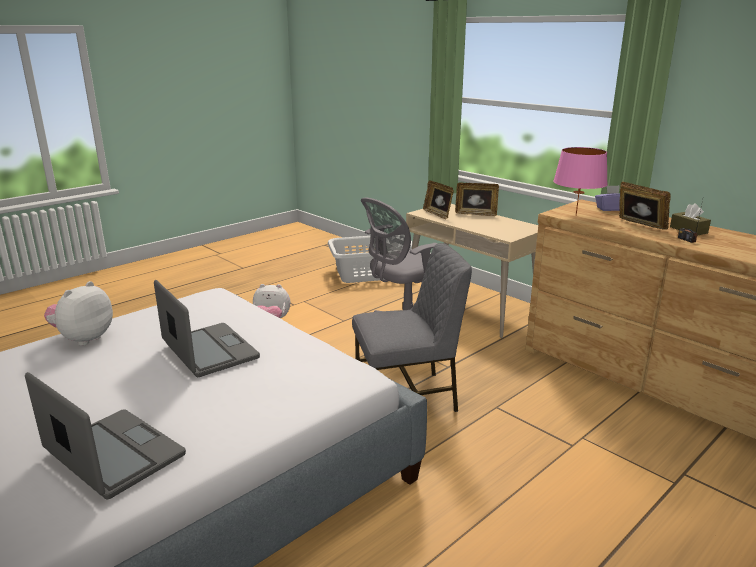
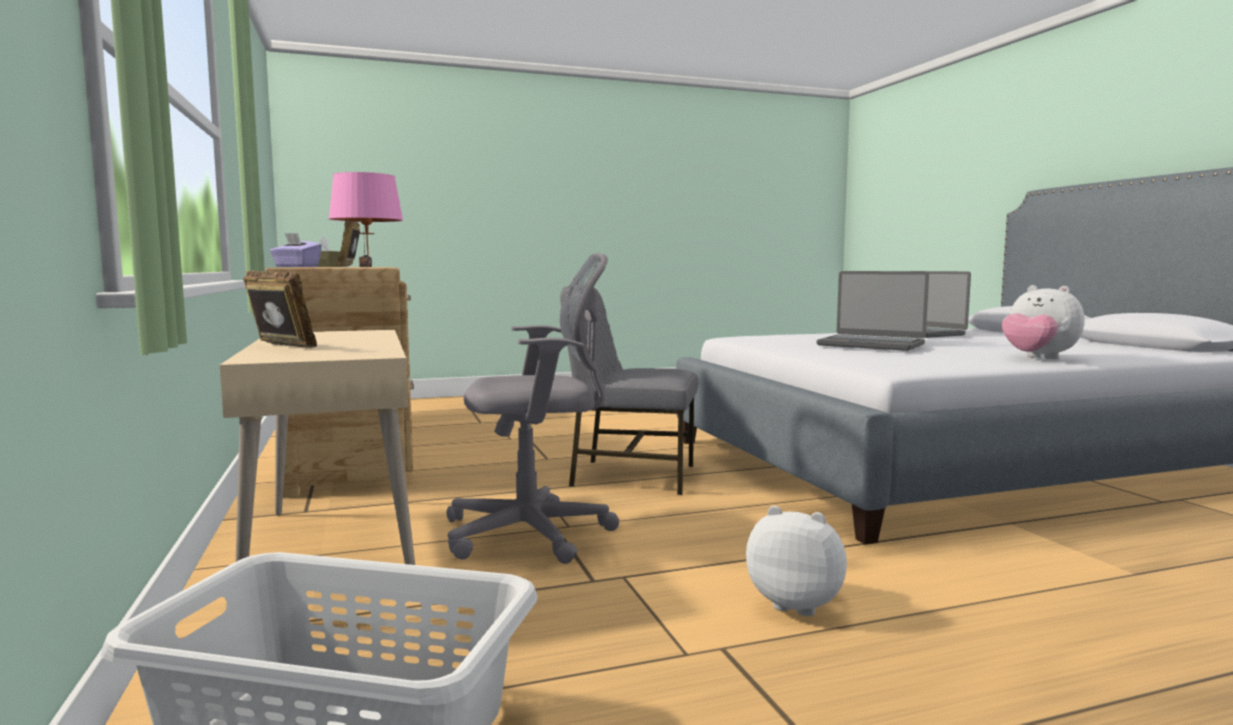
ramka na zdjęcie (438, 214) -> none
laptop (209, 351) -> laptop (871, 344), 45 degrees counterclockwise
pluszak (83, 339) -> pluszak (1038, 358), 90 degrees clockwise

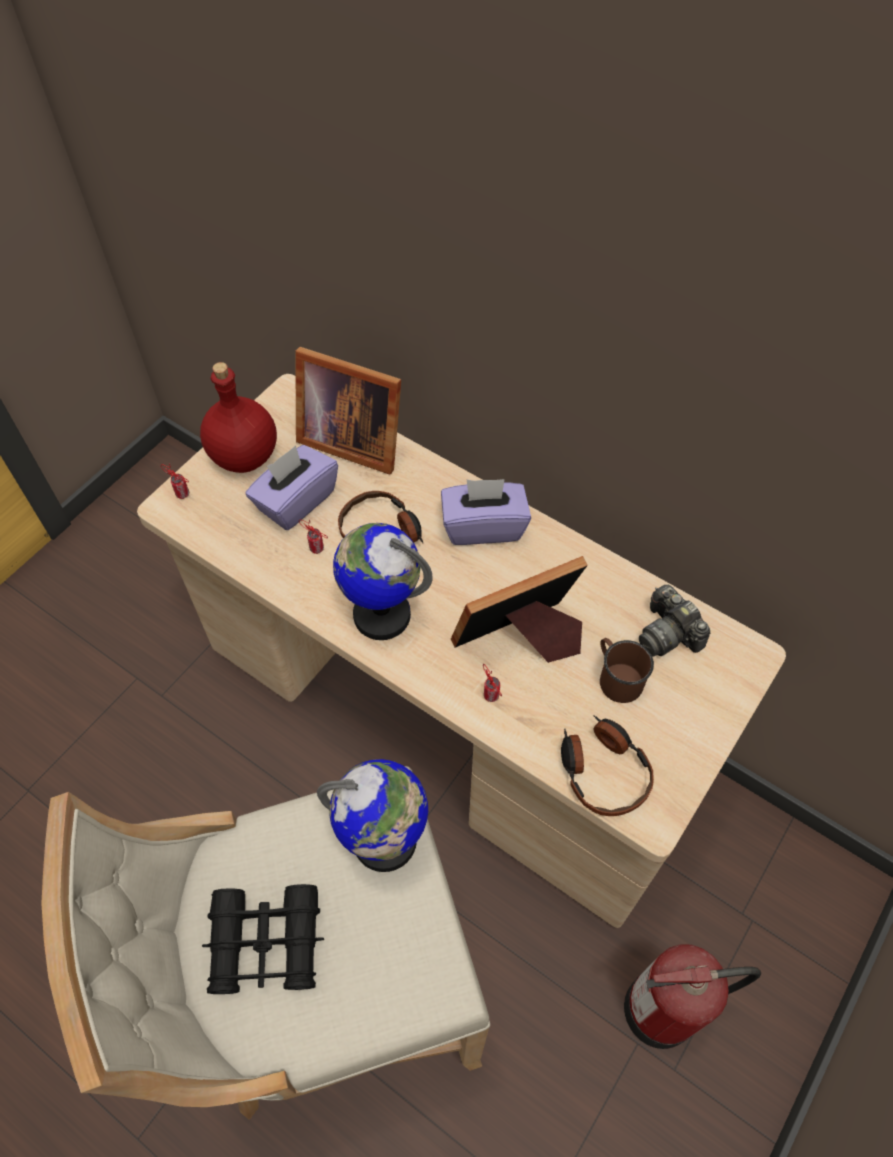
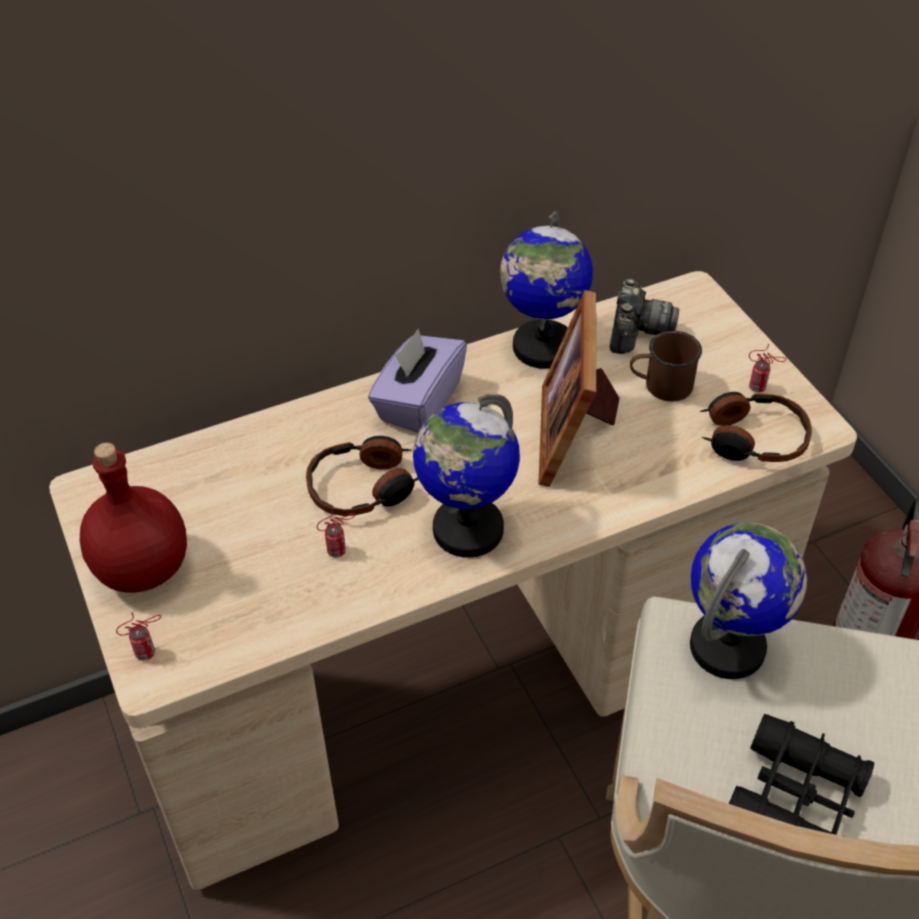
ramka na zdjęcie (350, 439) -> none
pudełko chusteczek (fioletowy) (296, 501) -> none
aparat fotograficzny (668, 633) -> aparat fotograficzny (637, 331), 75 degrees counterclockwise
puszka (492, 697) -> puszka (759, 387), moved
none -> globus (542, 347)

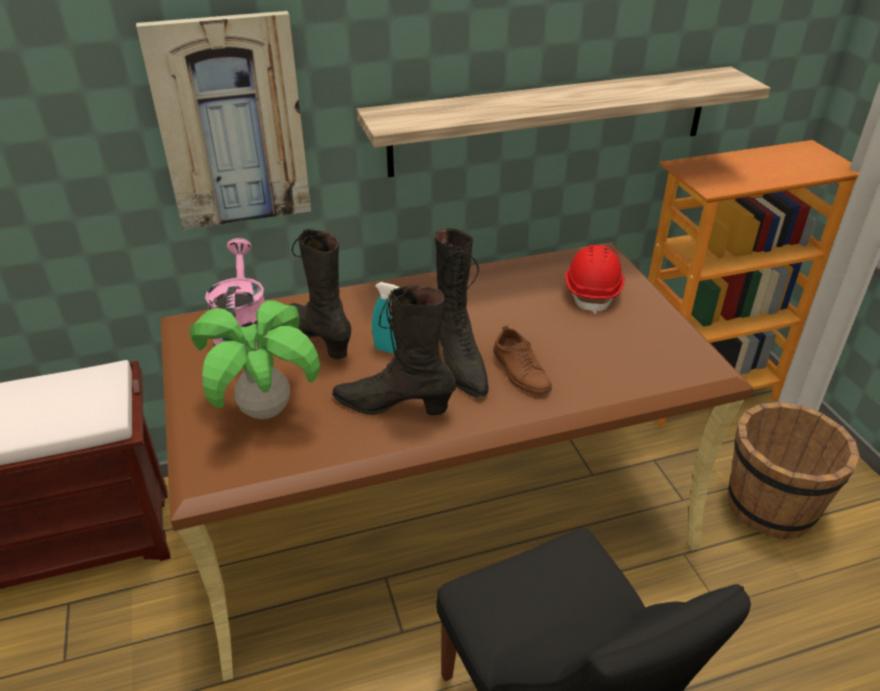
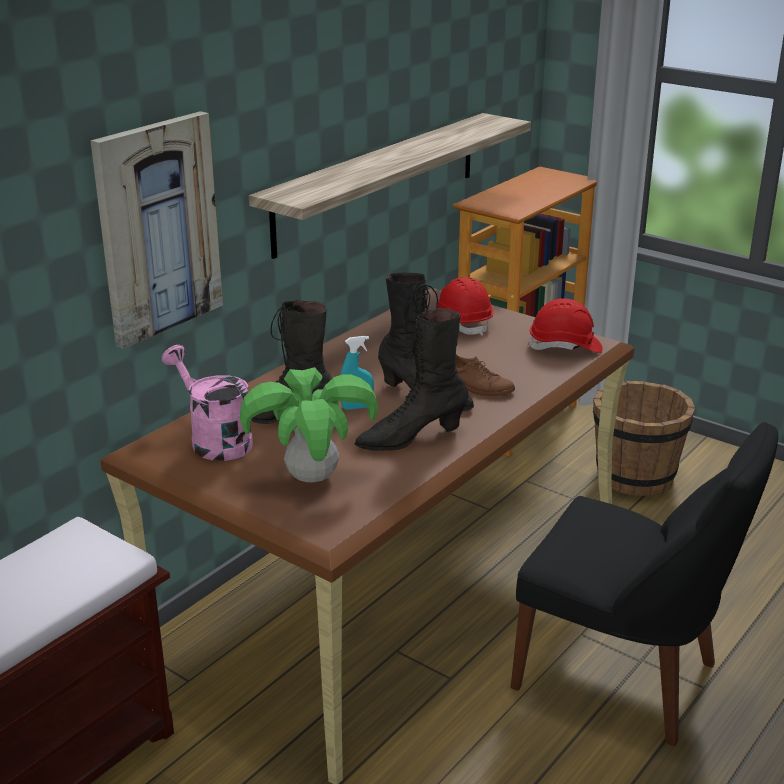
none -> kask (czerwony) (565, 347)

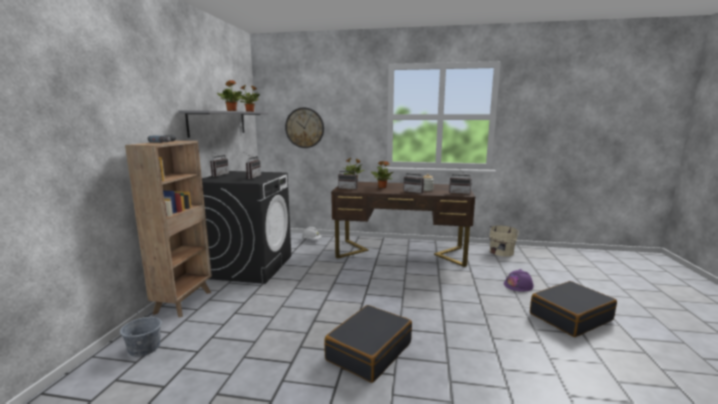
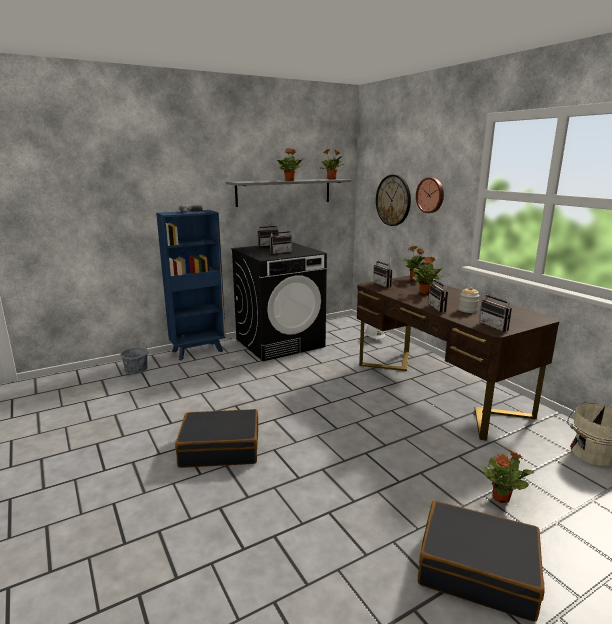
regał (brązowy) (184, 302) -> regał (niebieski) (198, 351)
kask (fioletowy) (518, 285) -> roślina doniczkowa (501, 498)
none -> zegar ścienny (430, 195)

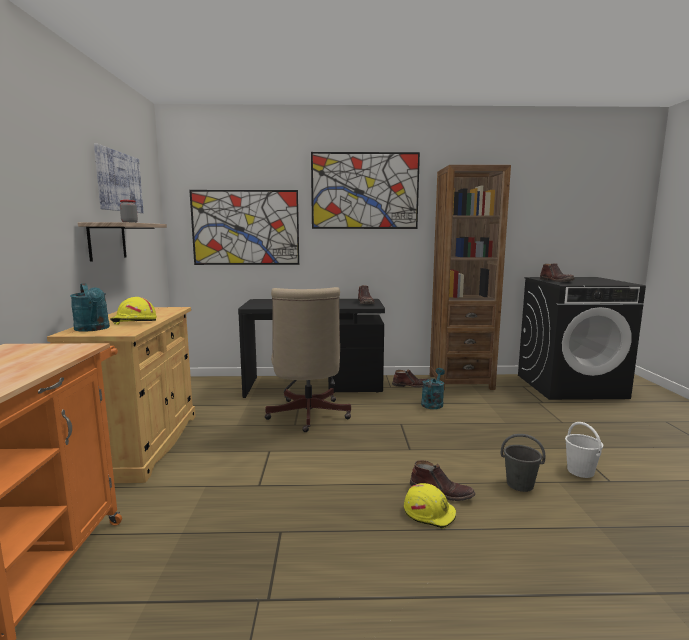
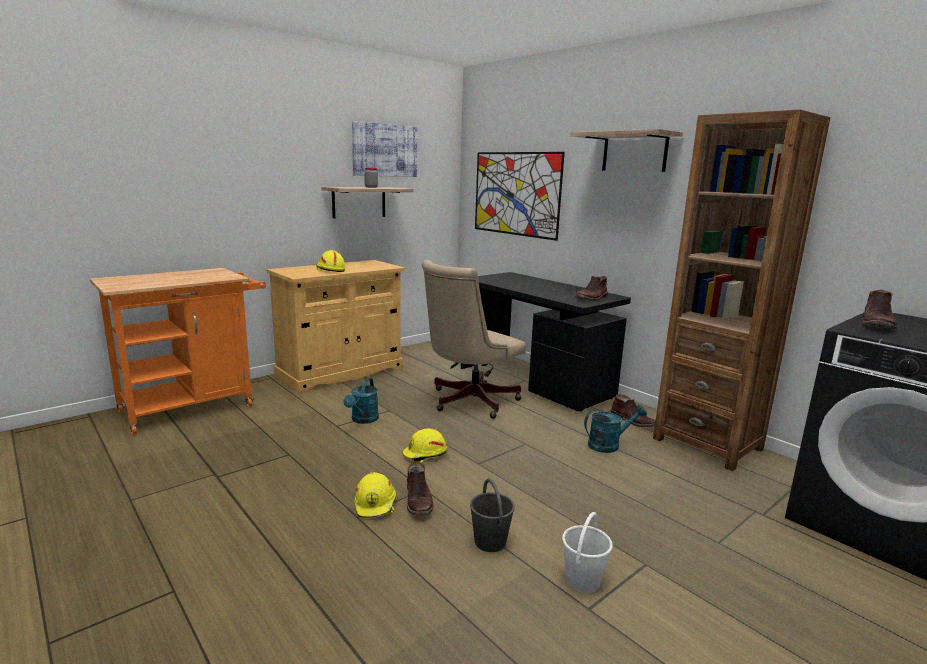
obraz (365, 191) -> półka (634, 152)
konewka (turkusowy) (93, 329) -> konewka (turkusowy) (363, 420), moved
none -> kask (żółty) (424, 454)

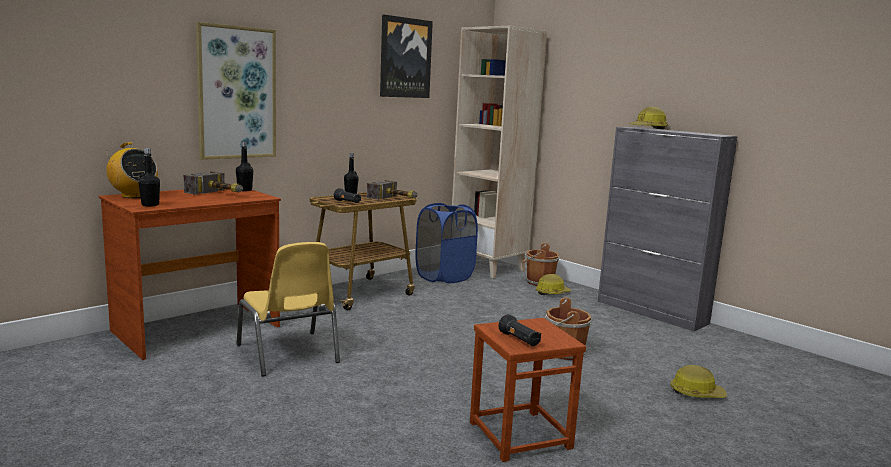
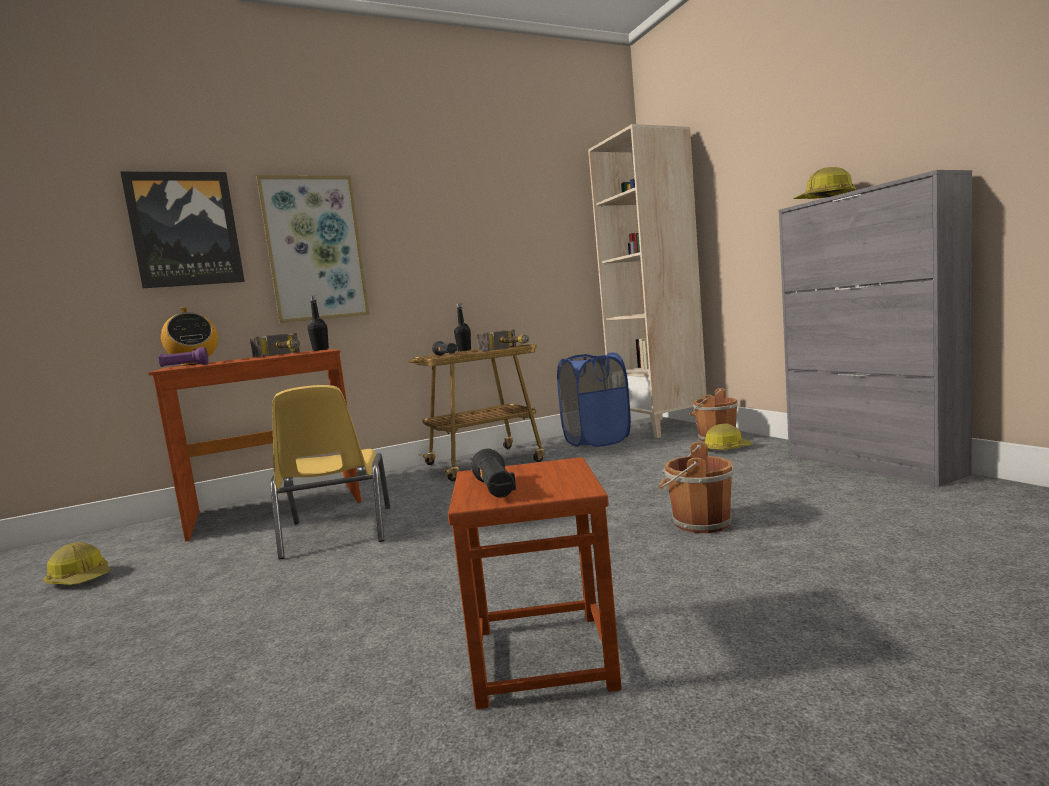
obraz (405, 58) -> obraz (185, 229), moved
butelka (czarny) (150, 205) -> latarka (fioletowy) (184, 366)
kask (696, 393) -> kask (81, 579), moved

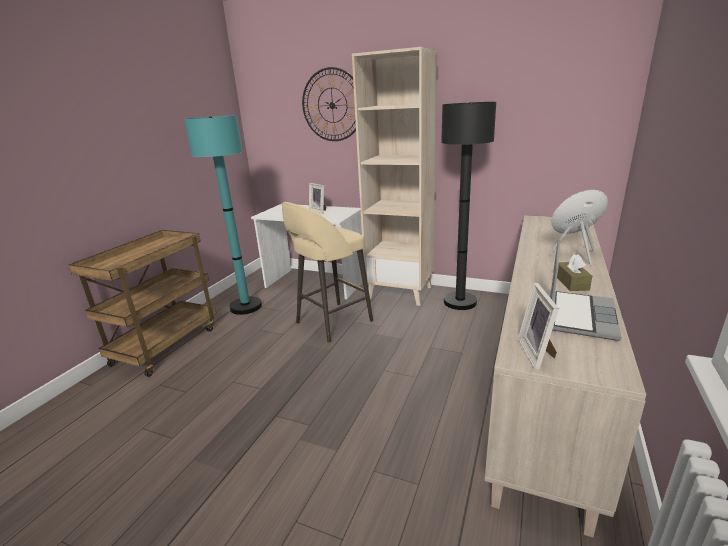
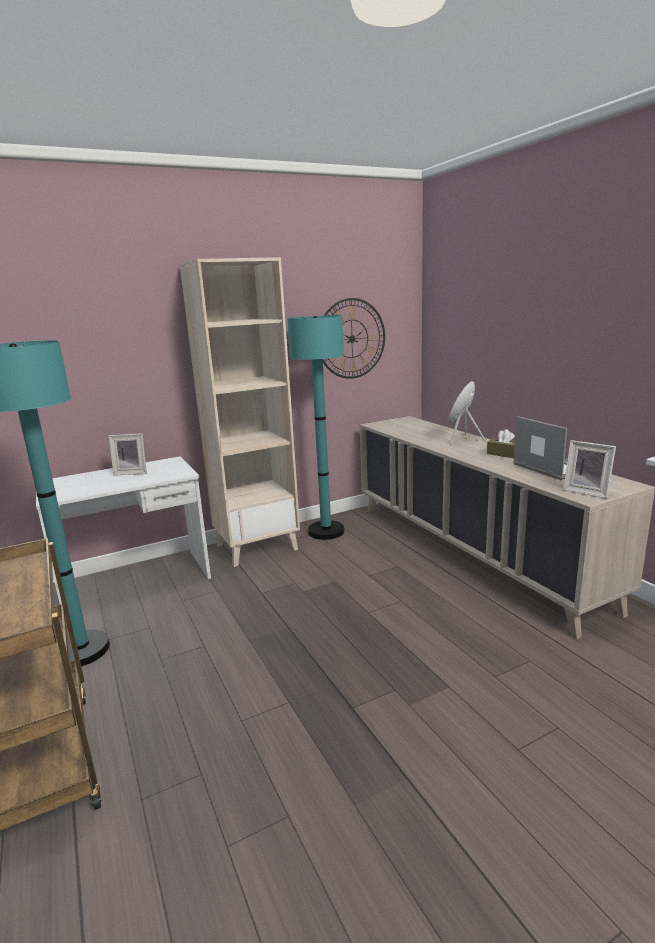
zegar ścienny (332, 105) -> zegar ścienny (351, 339), moved
lampa stojąca (czarny) (460, 302) -> lampa stojąca (turkusowy) (326, 531)
stołek (beżowy) (332, 322) -> none

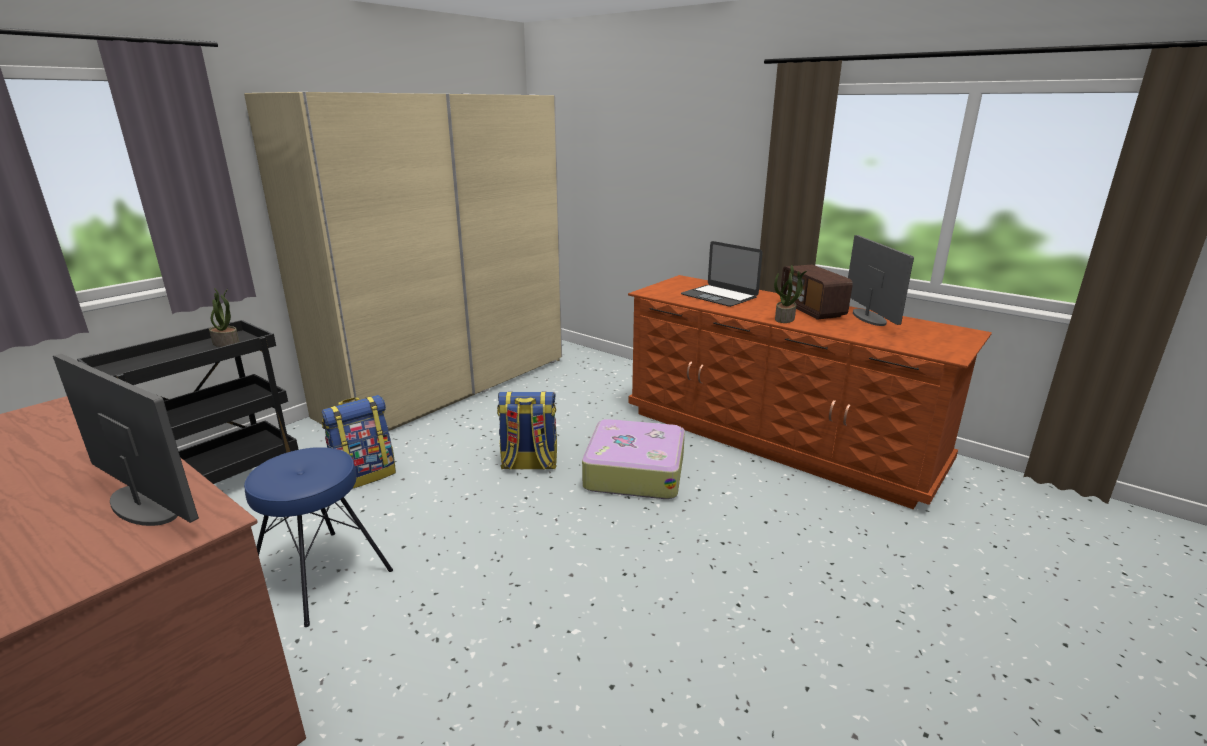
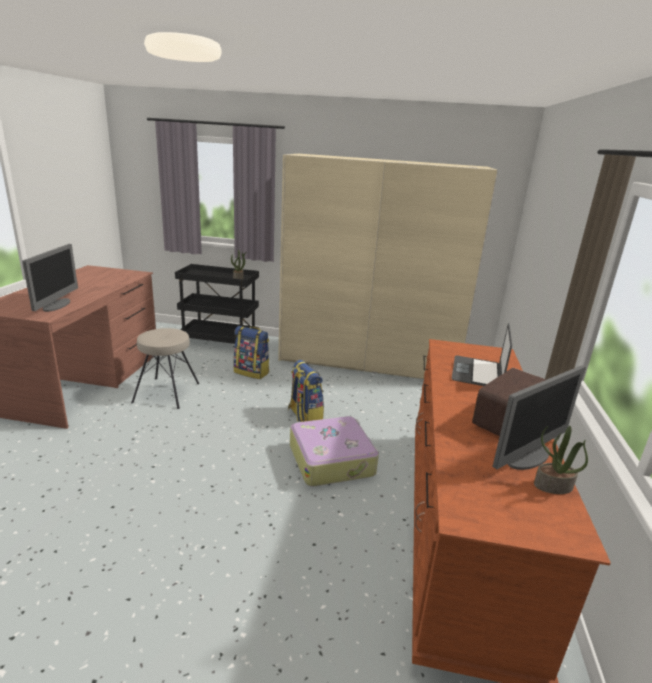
roślina doniczkowa (785, 319) -> roślina doniczkowa (553, 486), moved
stołek (niebieski) (322, 574) -> stołek (beżowy) (167, 392)

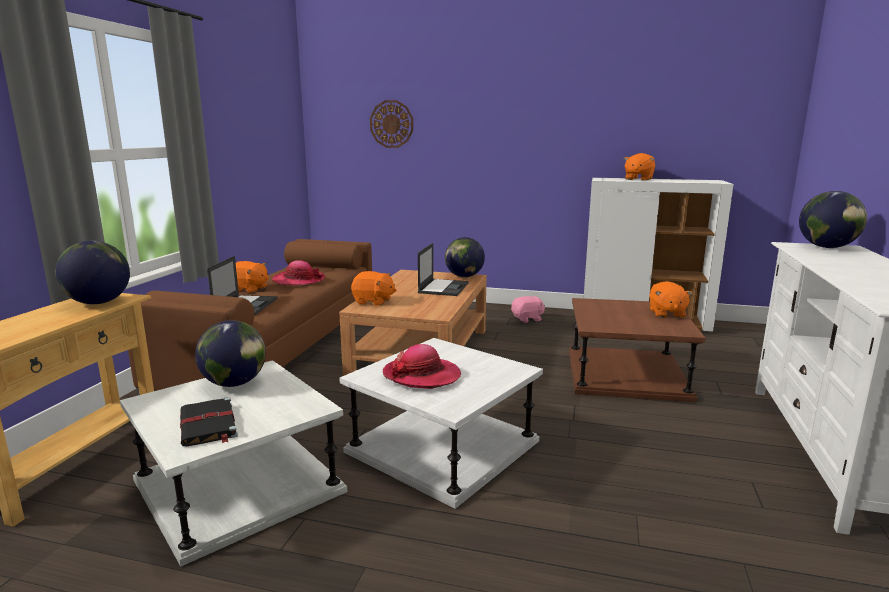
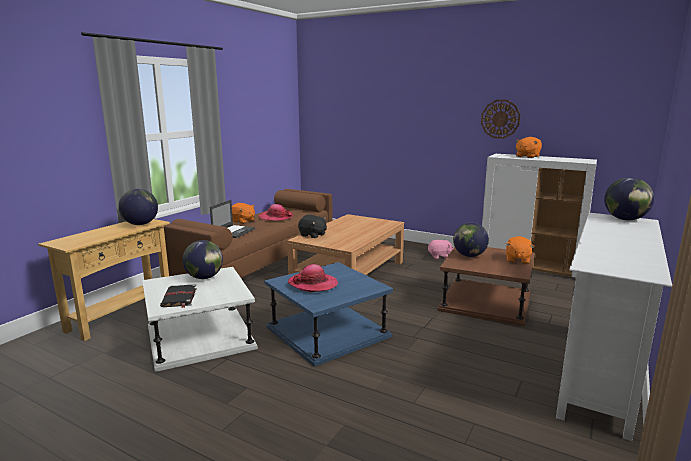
zegar ścienny (391, 124) -> zegar ścienny (500, 119), moved
globus (464, 276) -> globus (469, 256), moved
laptop (443, 288) -> none
pluszak (pomarańczowy) (373, 301) -> pluszak (czarny) (312, 235)
stolik (biały) (443, 446) -> stolik (niebieski) (328, 332)

